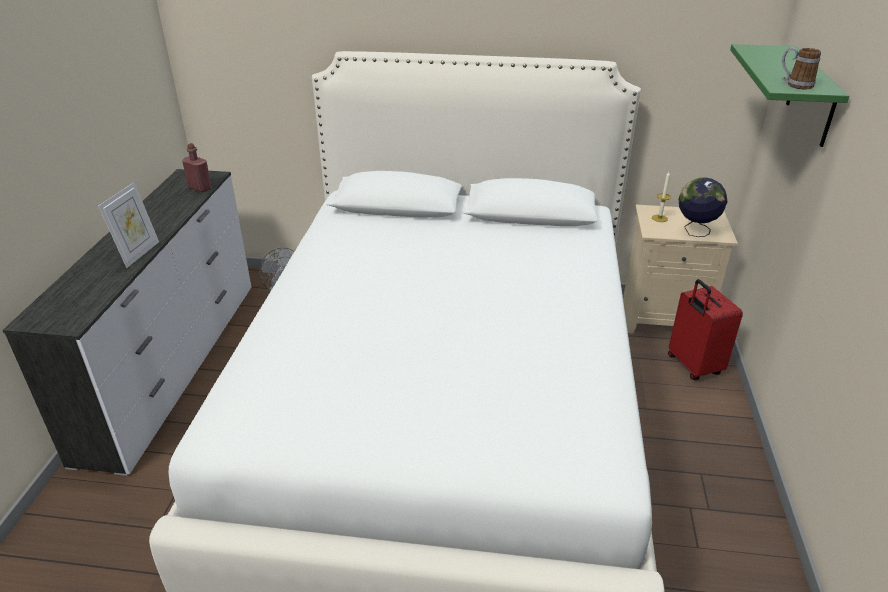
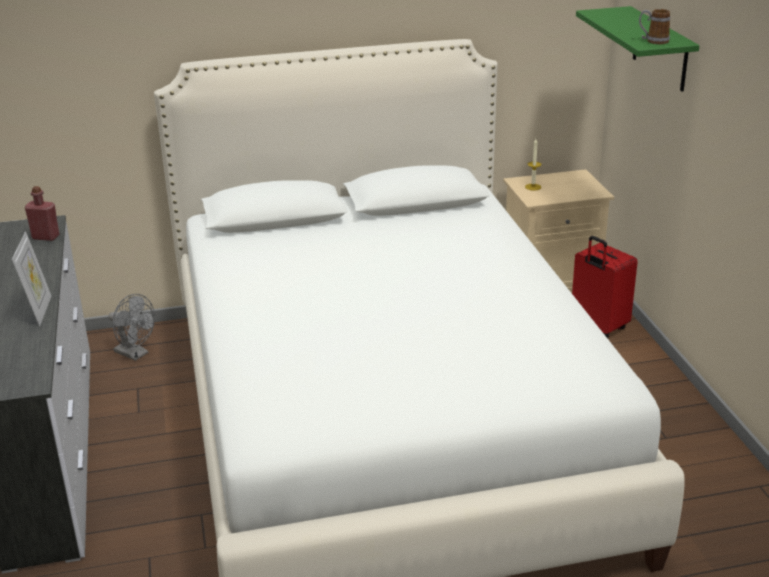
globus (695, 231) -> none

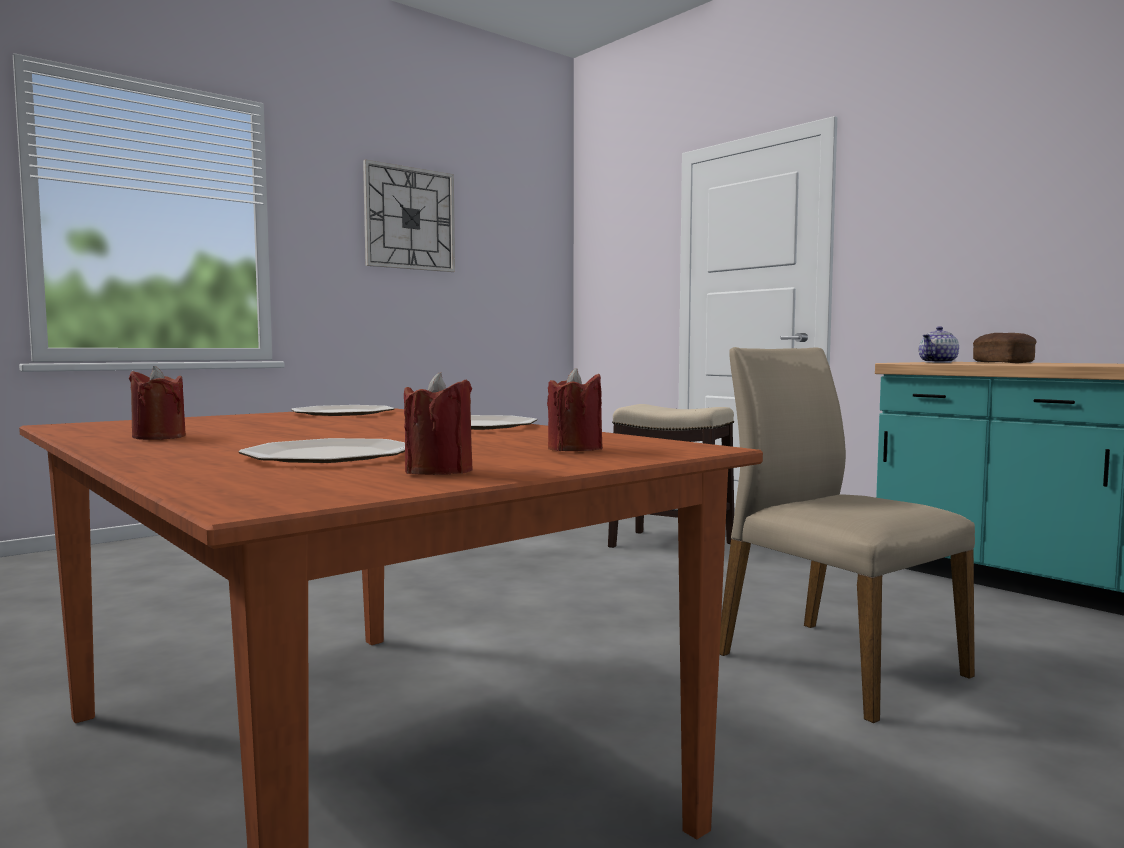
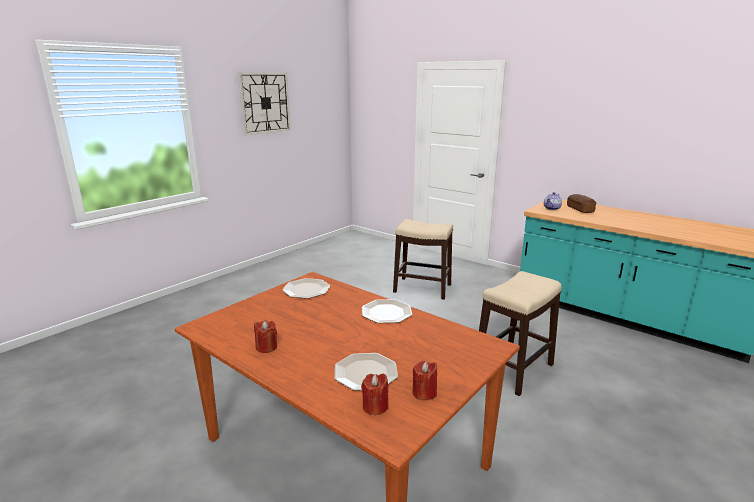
krzesło (beżowy) (835, 664) -> stołek (514, 369)
świeca (czerwony) (575, 449) -> świeca (czerwony) (375, 407), moved

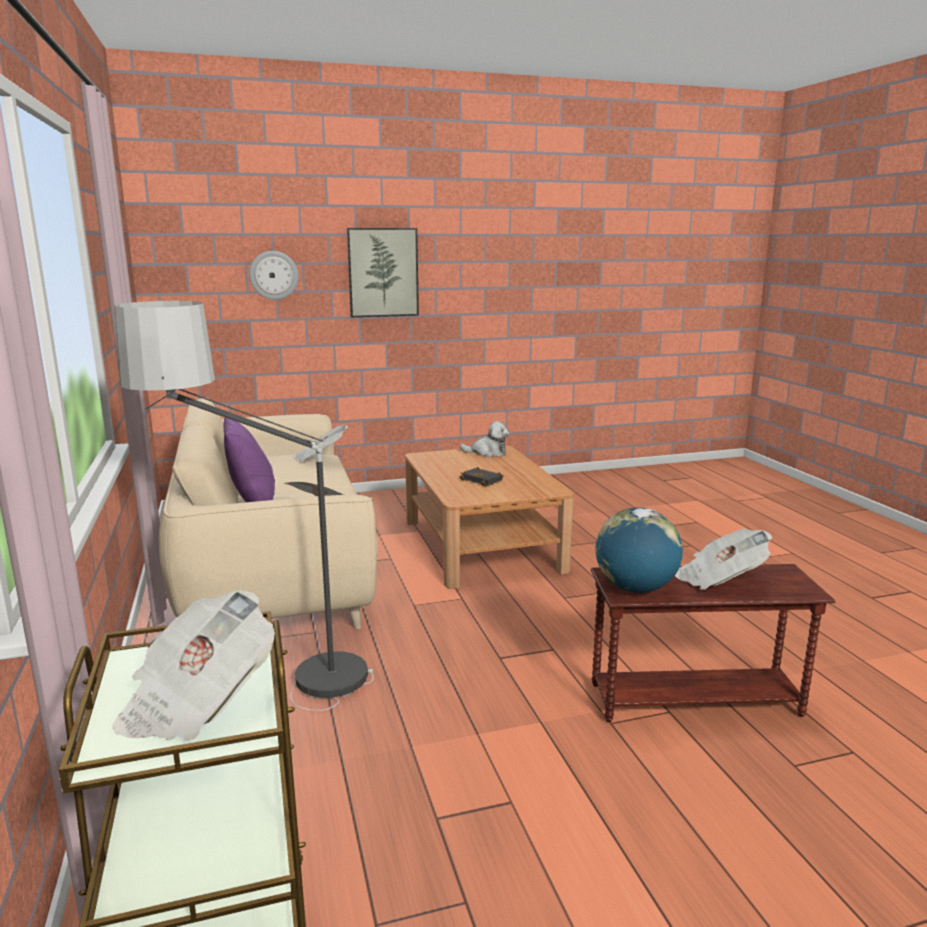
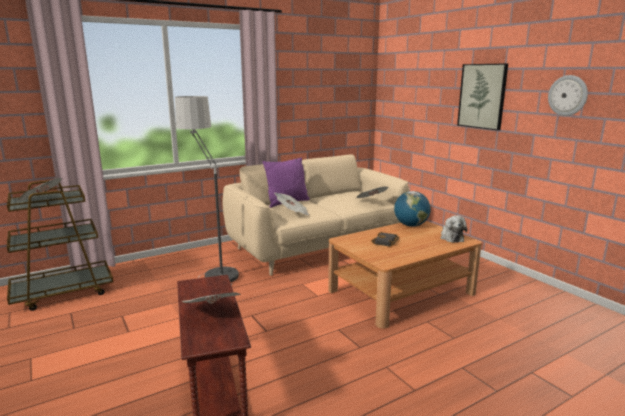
zegar ścienny (274, 275) -> zegar ścienny (568, 95), moved
globus (635, 588) -> globus (411, 225), moved

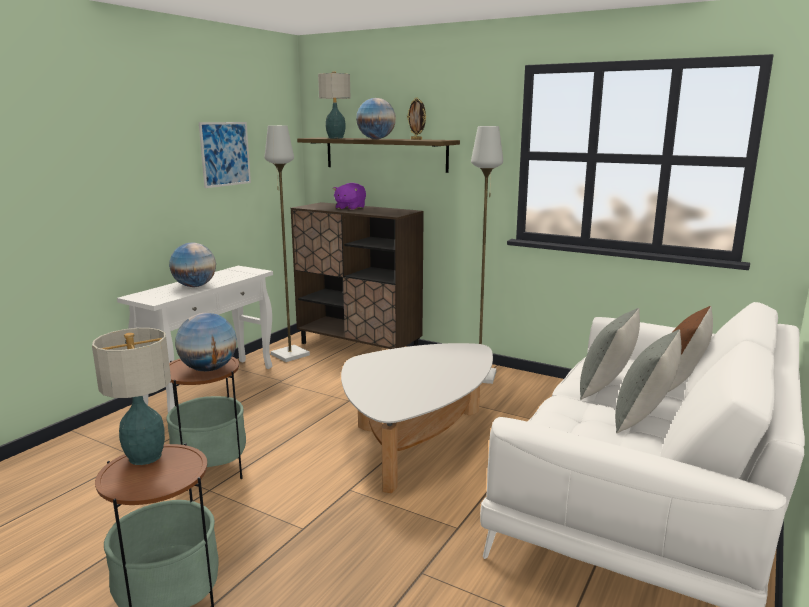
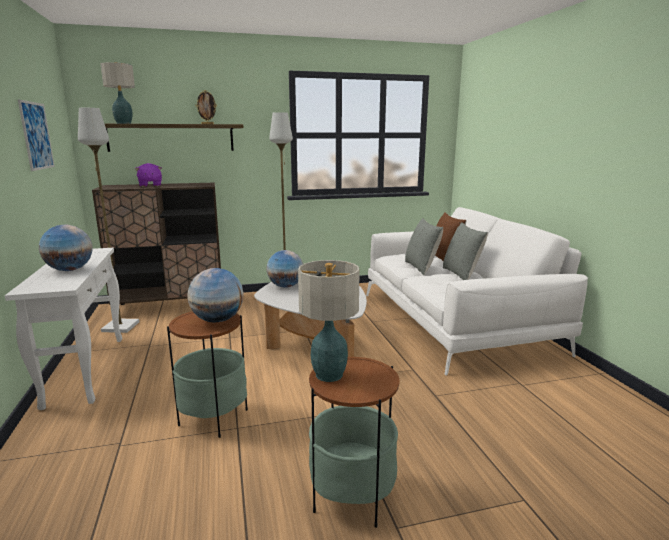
globus (376, 139) -> globus (285, 286), moved

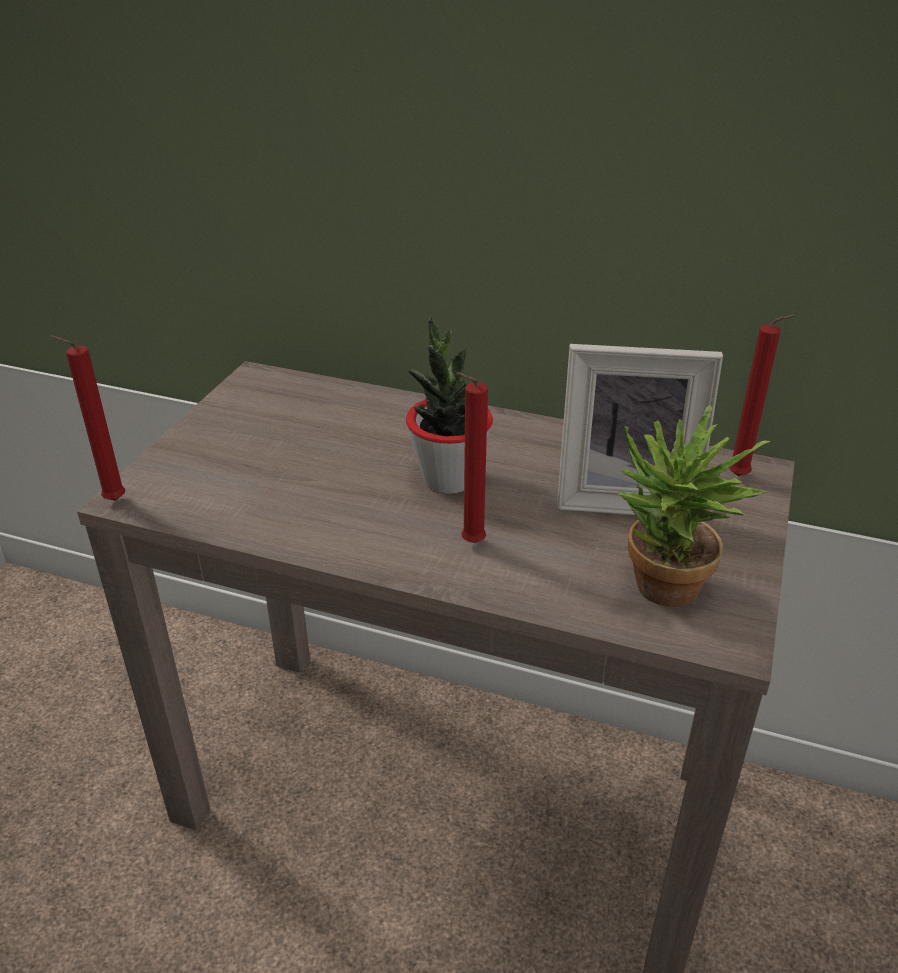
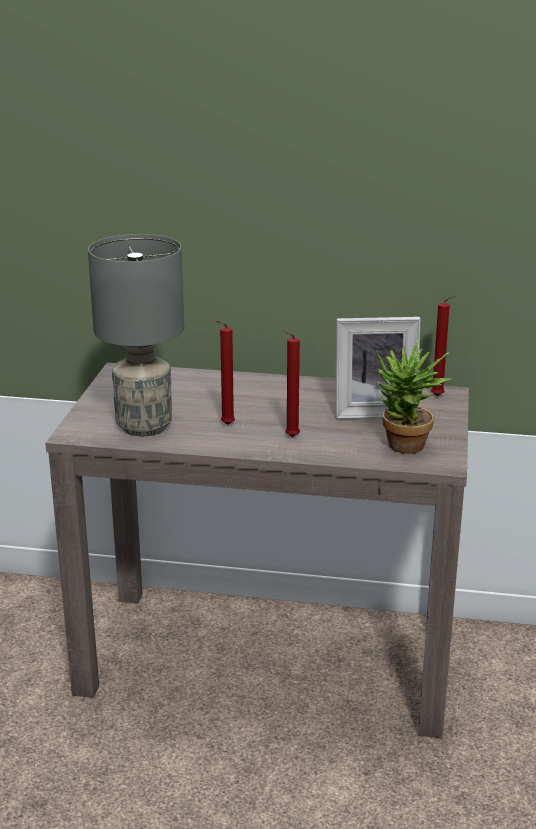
roślina doniczkowa (448, 478) -> none
świeca (czerwony) (111, 501) -> świeca (czerwony) (225, 425), moved
none -> lampa stołowa (szary) (143, 427)

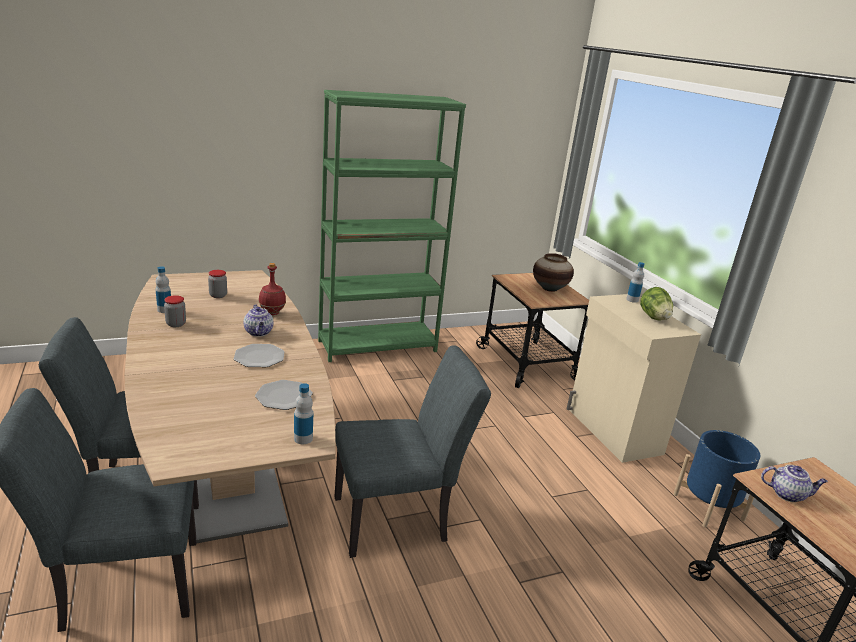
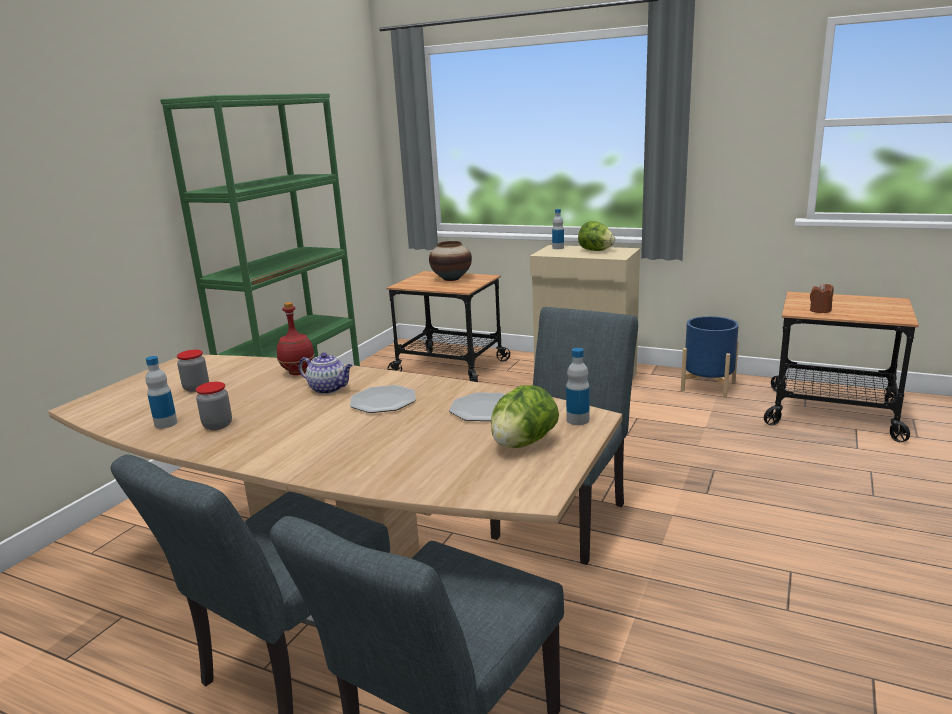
imbryk (788, 494) -> świeca (brązowy) (820, 310)
none -> sałata (523, 443)

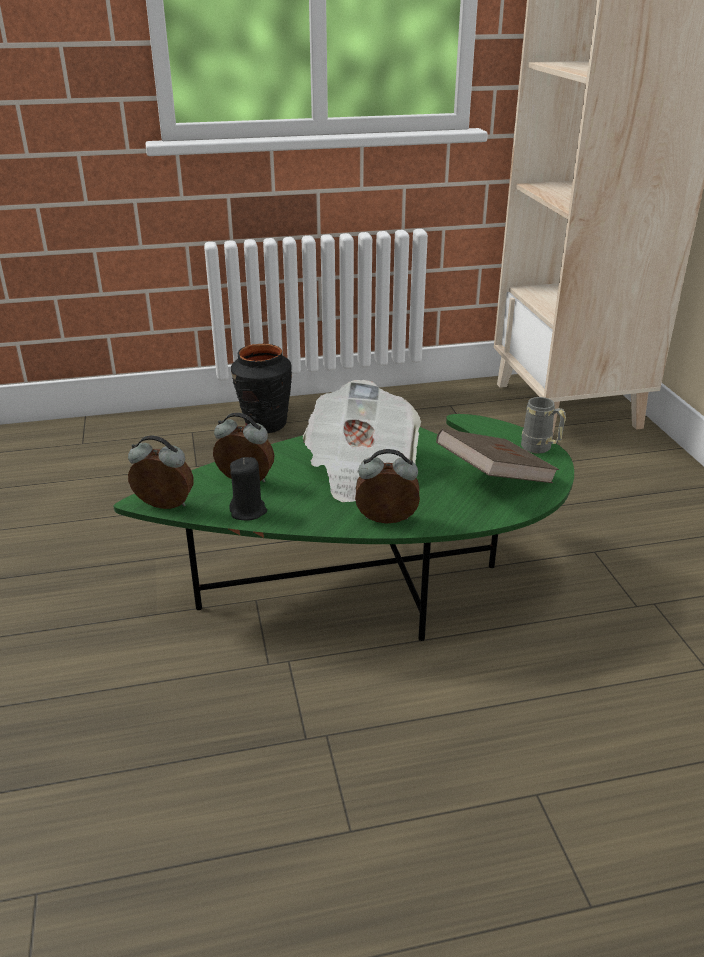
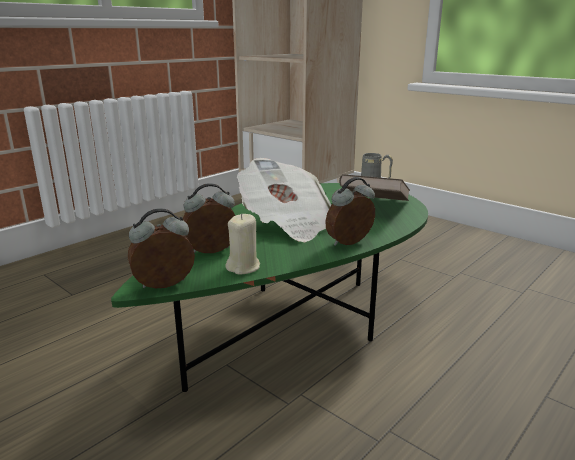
wazon (czarny) (265, 424) -> none
świeca (czarny) (248, 511) -> świeca (beżowy) (243, 267)

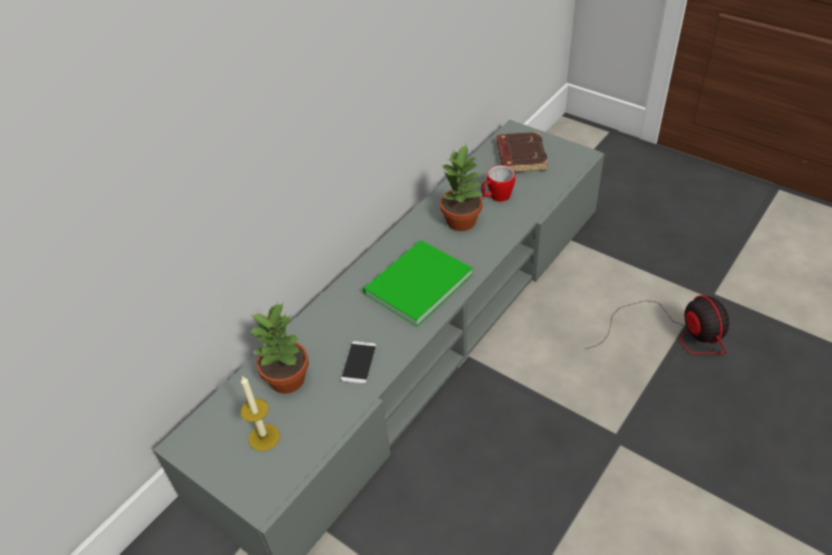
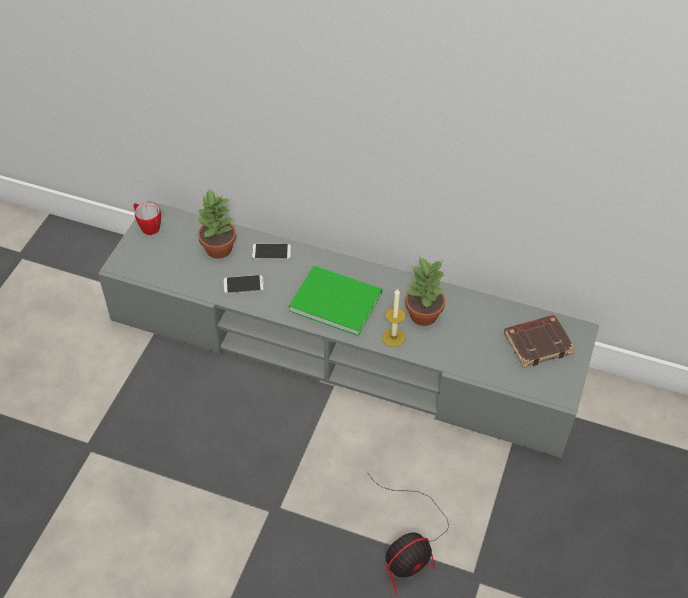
kubek (496, 197) -> kubek (148, 226), moved
świeca (264, 437) -> świeca (393, 337), moved
none -> telefon (271, 252)

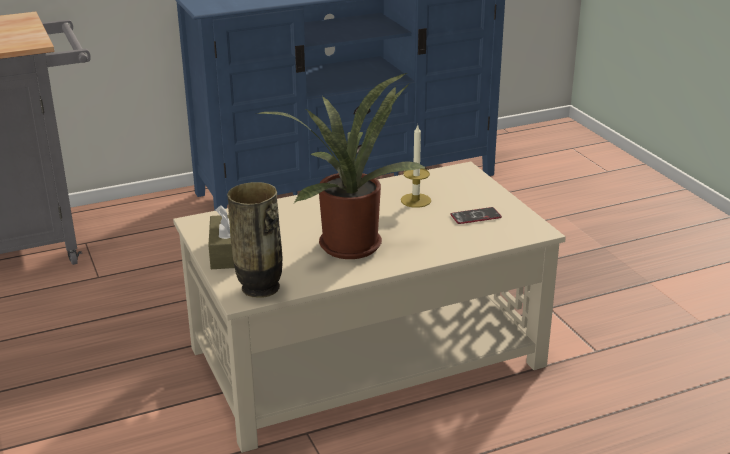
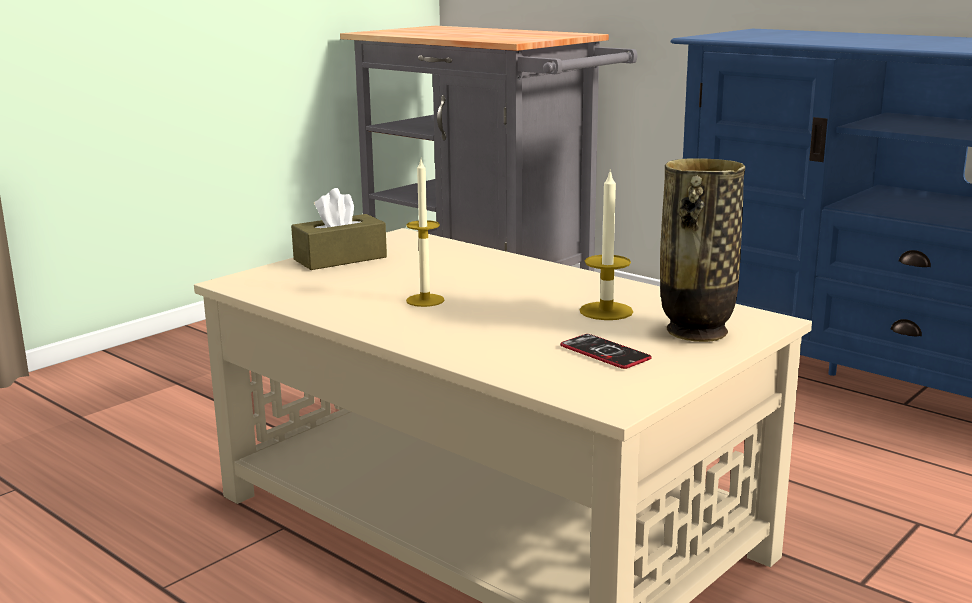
roślina doniczkowa (349, 242) -> świeca (425, 300)
wazon (260, 289) -> wazon (695, 332), moved

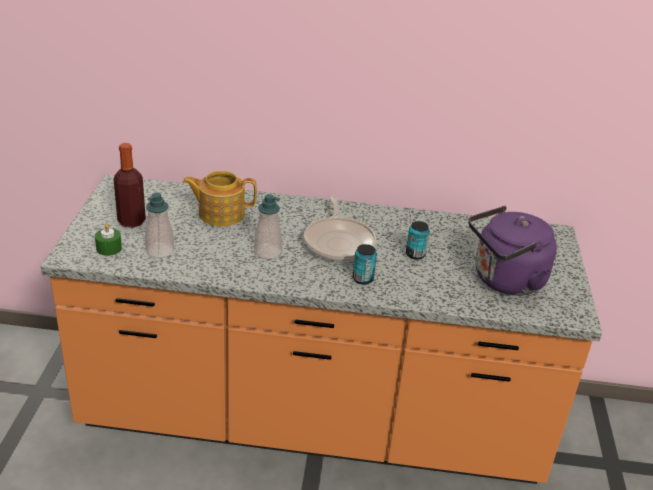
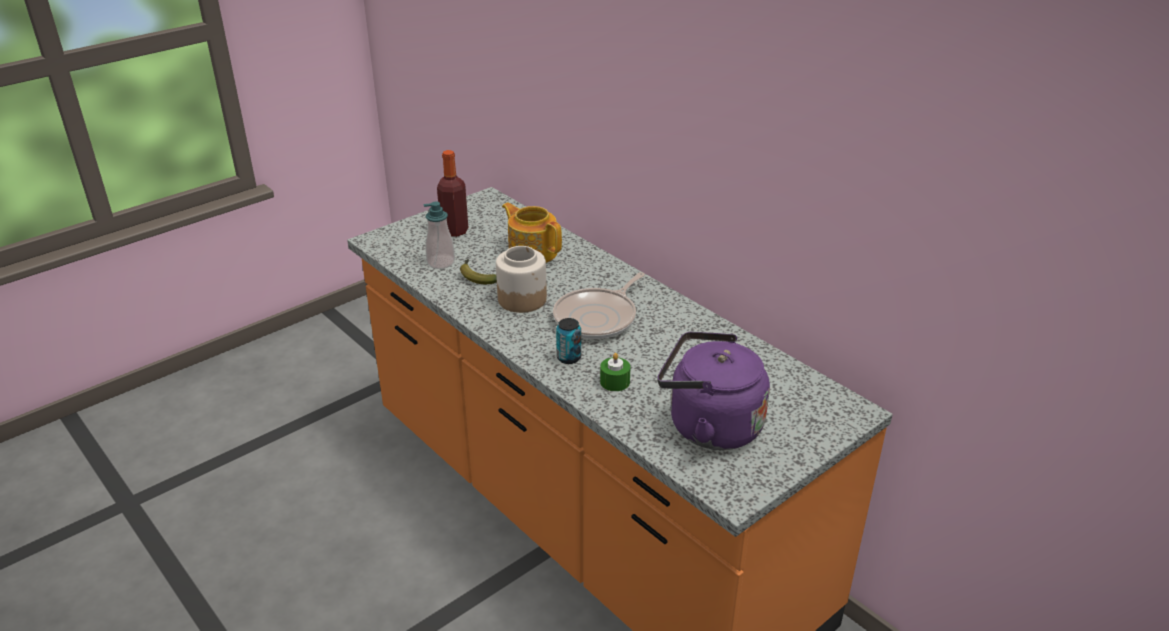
dozownik mydła (267, 252) -> słoik (522, 299)
puszka (415, 254) -> none
świeca (zielony) (109, 248) -> świeca (zielony) (615, 382), moved
none -> banan (477, 276)

